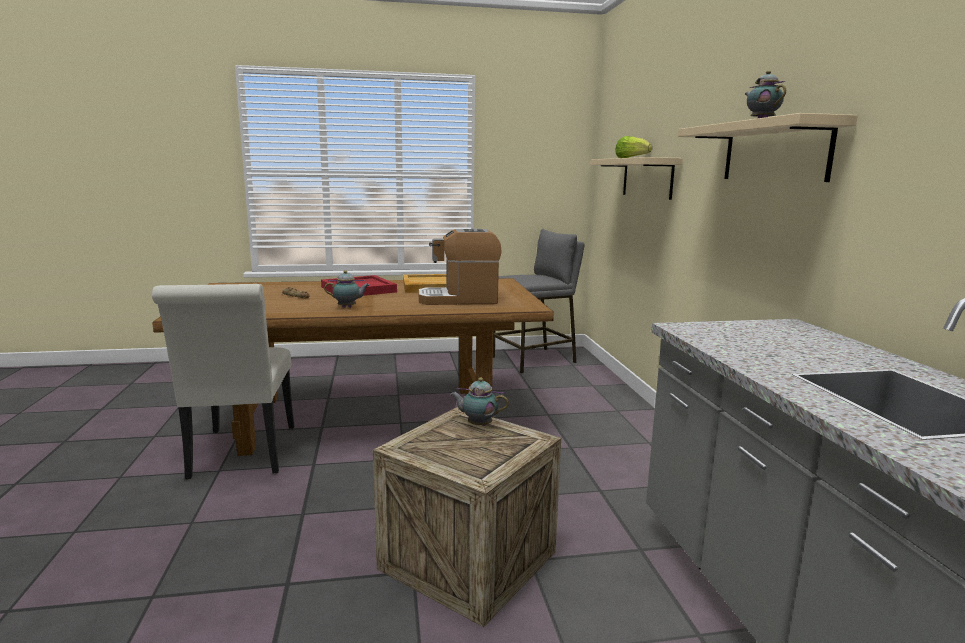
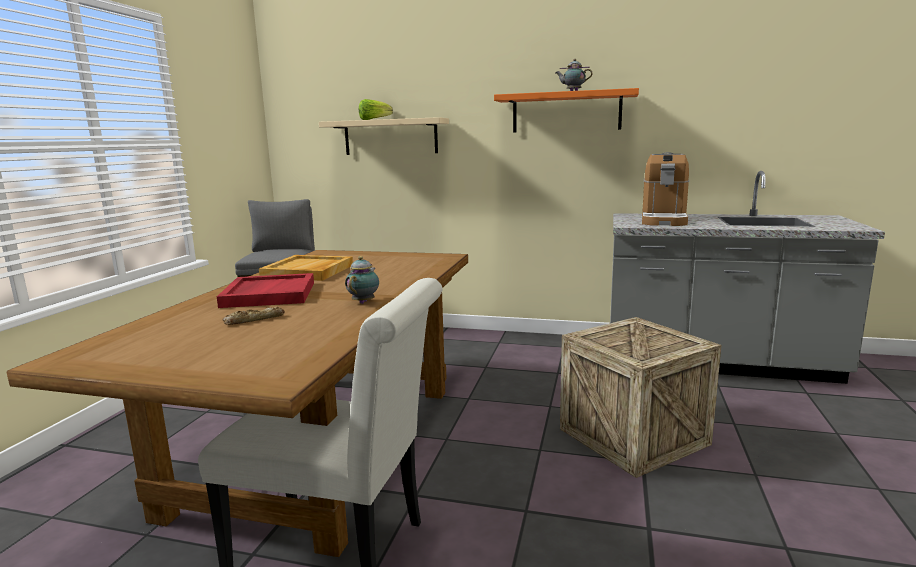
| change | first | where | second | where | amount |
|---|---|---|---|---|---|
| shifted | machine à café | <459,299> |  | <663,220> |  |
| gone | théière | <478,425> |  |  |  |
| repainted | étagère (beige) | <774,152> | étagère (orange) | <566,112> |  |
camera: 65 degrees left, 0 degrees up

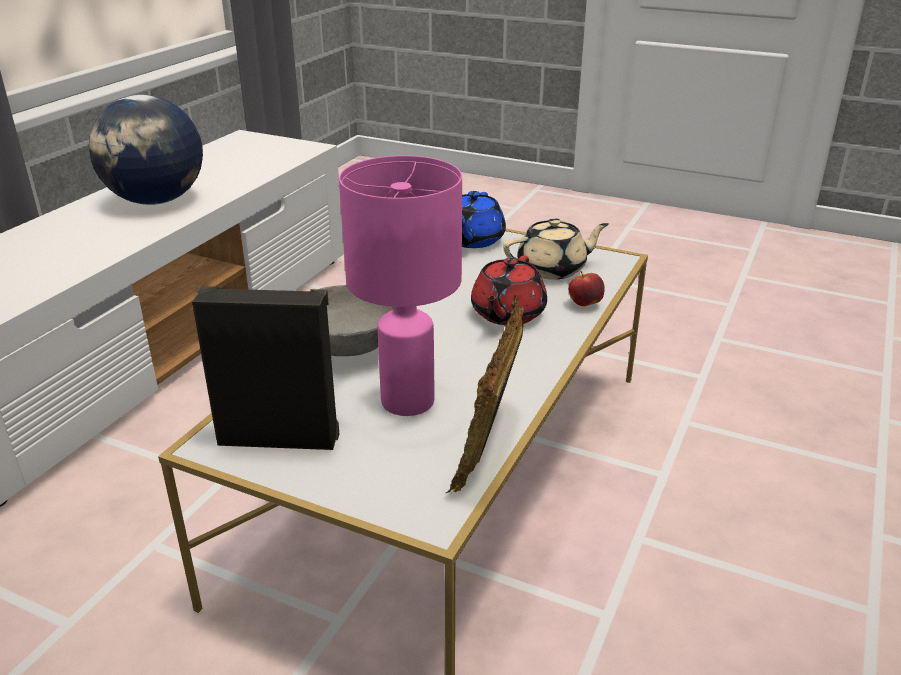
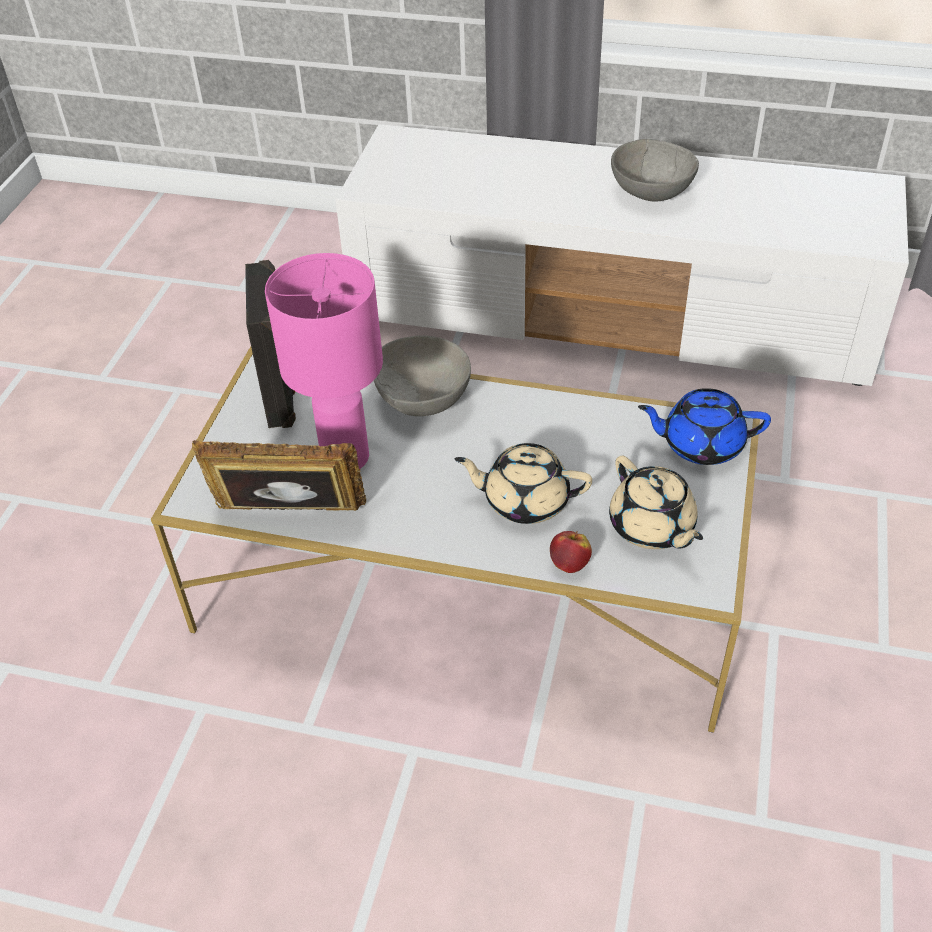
| change | first | where | second | where | amount |
|---|---|---|---|---|---|
| swapped | globe | <155,201> | bol (gris) | <650,192> |  |
| repainted | théière (rouge) | <507,314> | théière (beige) | <524,500> |  |
camera: 80 degrees right, 15 degrees up

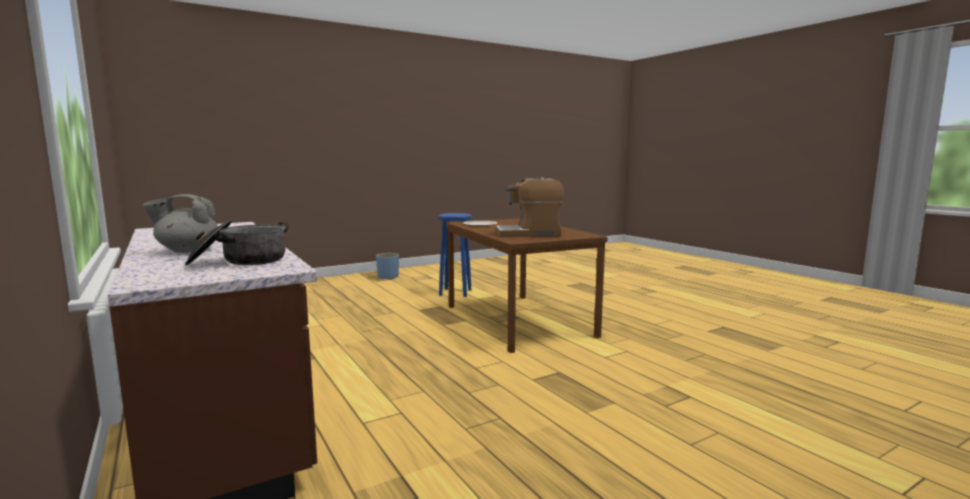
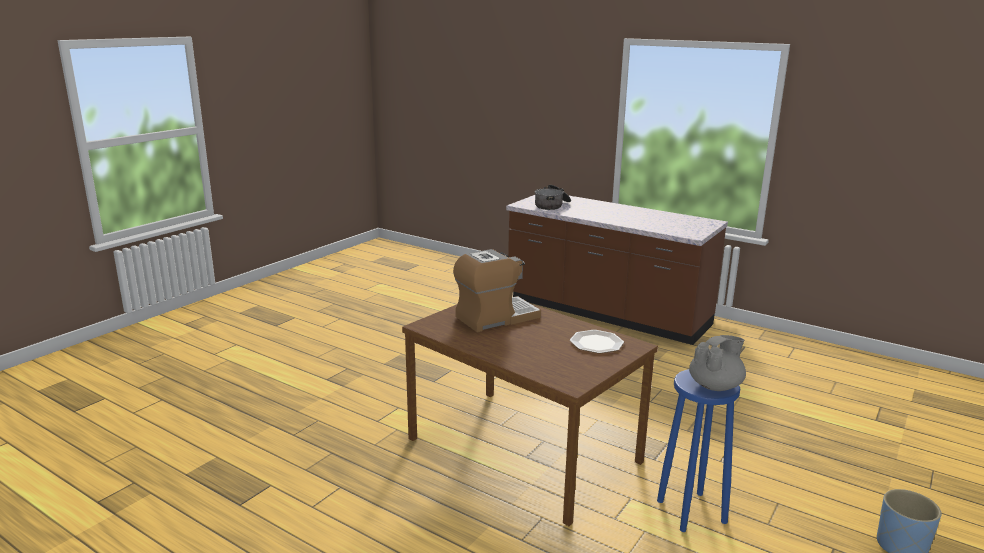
| change | first | where | second | where | amount |
|---|---|---|---|---|---|
| shifted | théière (gris) | <187,251> |  | <715,386> |  |
camera: 155 degrees right, 10 degrees up

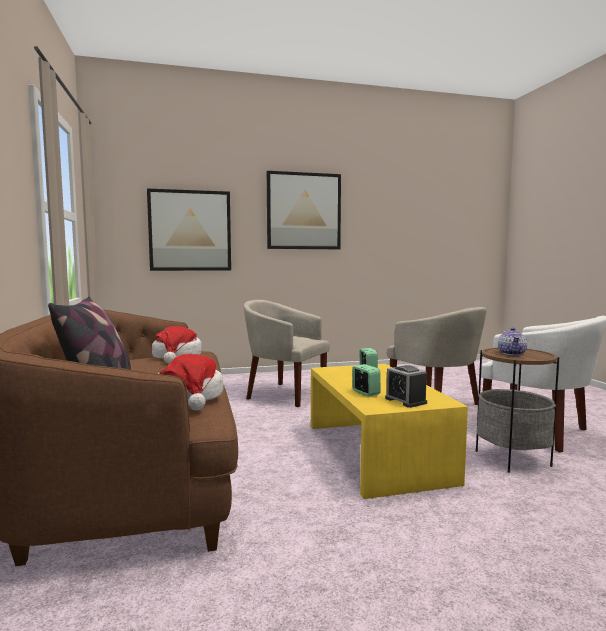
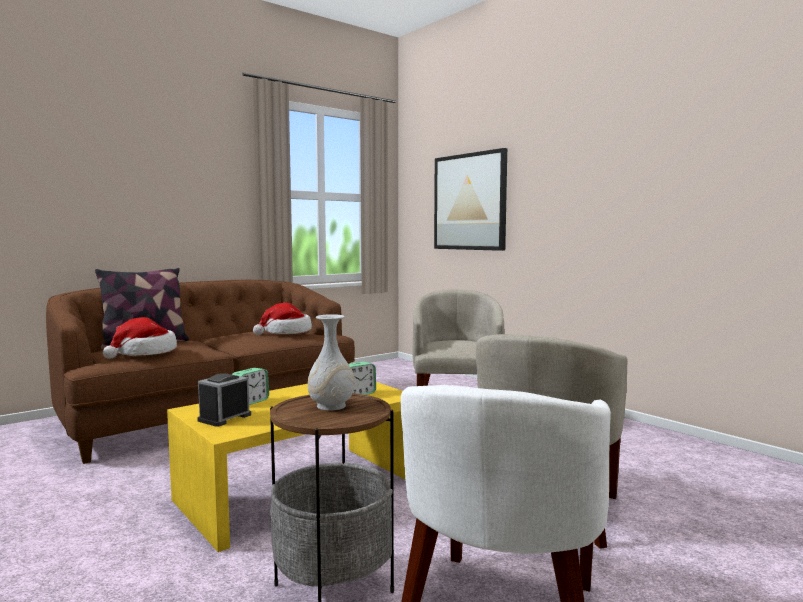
| change | first | where | second | where | amount |
|---|---|---|---|---|---|
| gone | tableau | <303,211> |  |  |  |
| swapped | théière | <512,353> | vase (blanc) | <331,406> |  |
camera: 65 degrees right, 0 degrees up

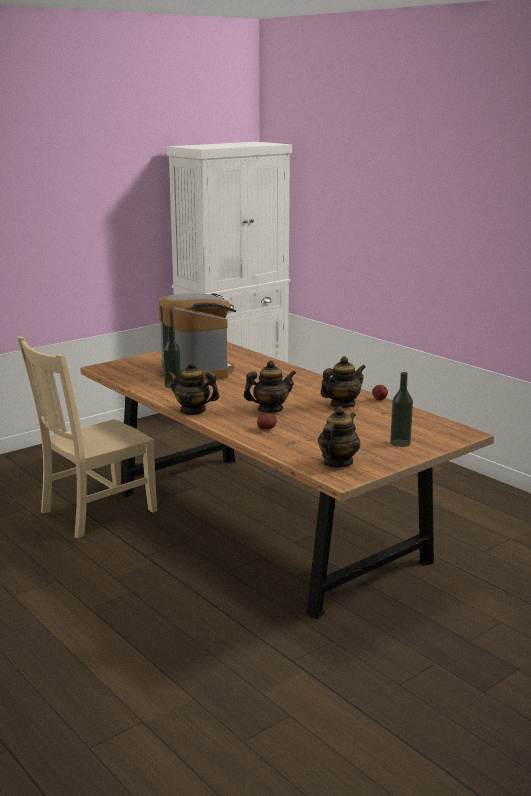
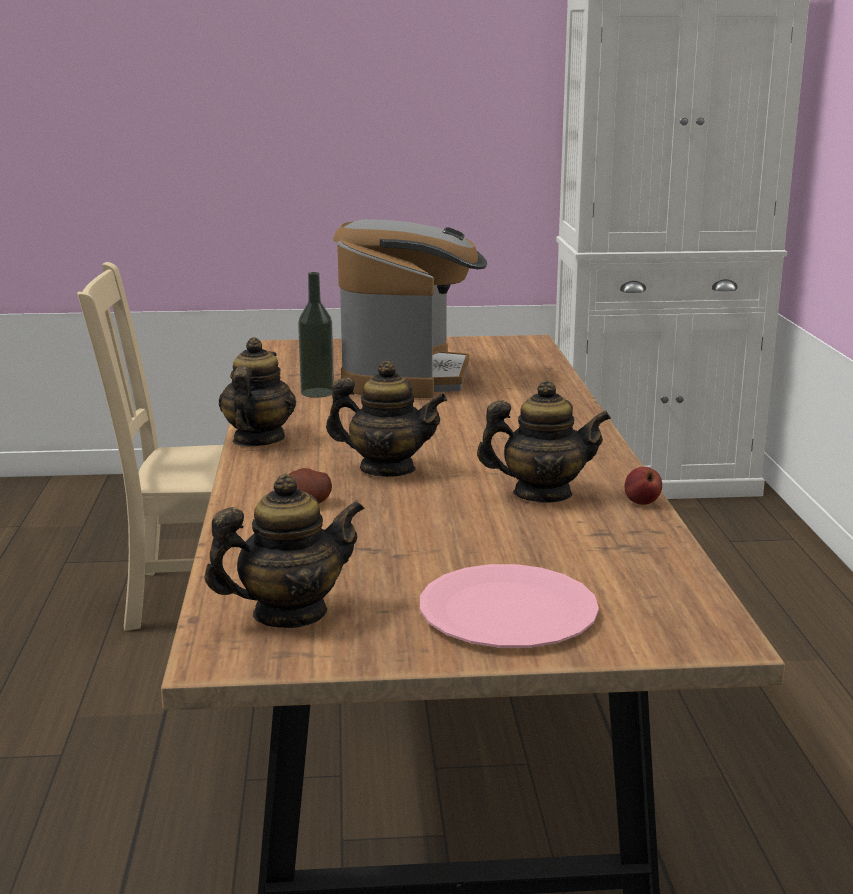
| change | first | where | second | where | amount |
|---|---|---|---|---|---|
| rotated | théière | <193,410> |  | <258,440> | 45 degrees clockwise |
| swapped | bouteille | <400,443> | assiette (rose) | <507,611> |  |
camera: 35 degrees right, 0 degrees up

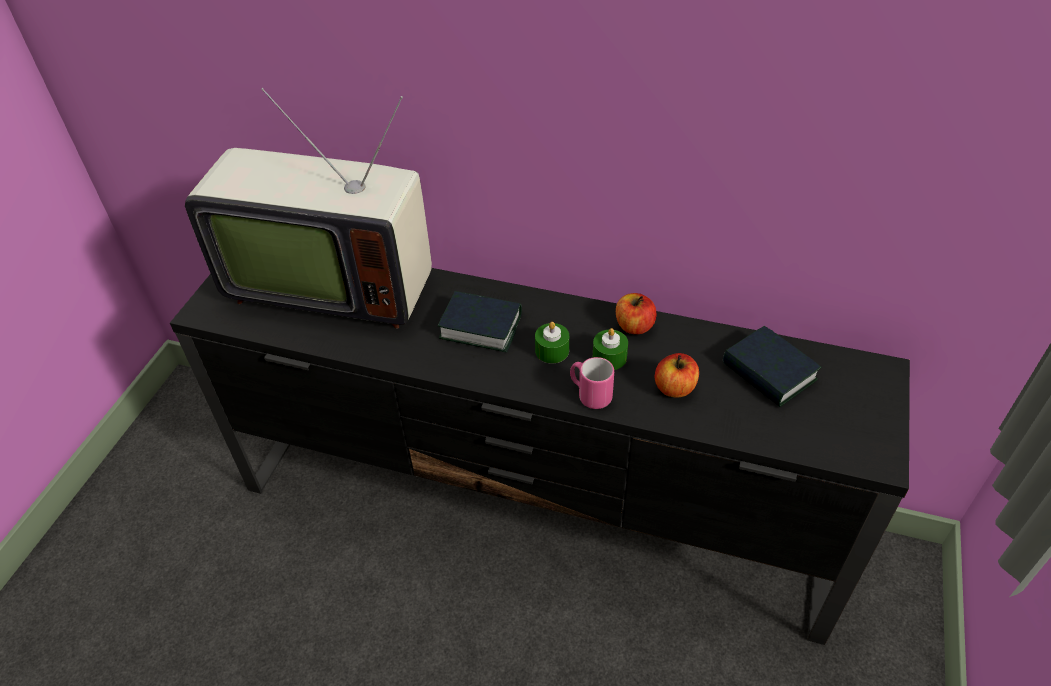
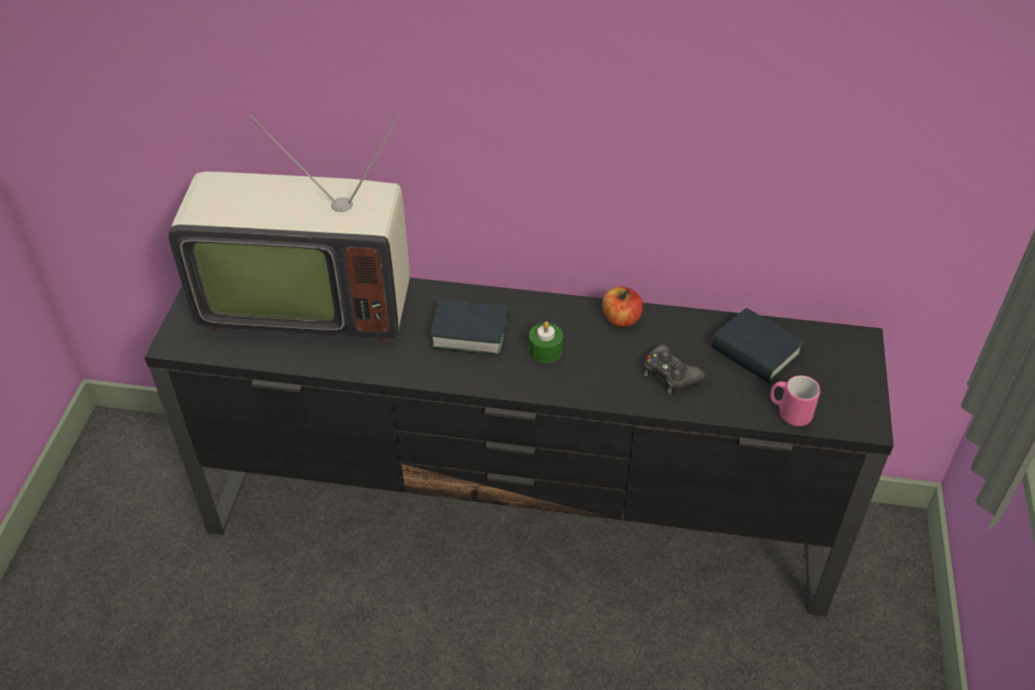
| change | first | where | second | where | amount |
|---|---|---|---|---|---|
| shifted | mug (rose) | <590,395> |  | <789,413> |  |
| gone | bougie (vert) | <609,357> |  |  |  |
| swapped | pomme | <675,388> | manette (noir) | <670,375> |  |
camera: 10 degrees left, 0 degrees up

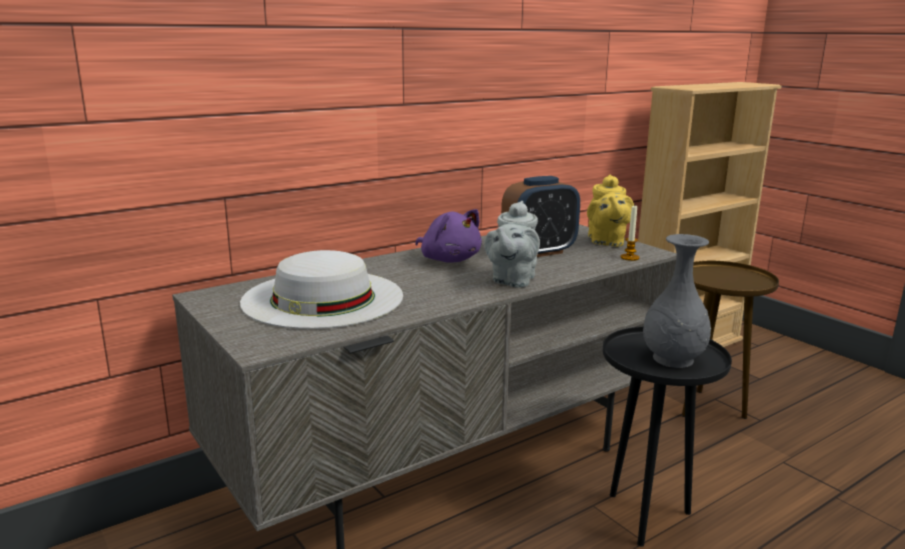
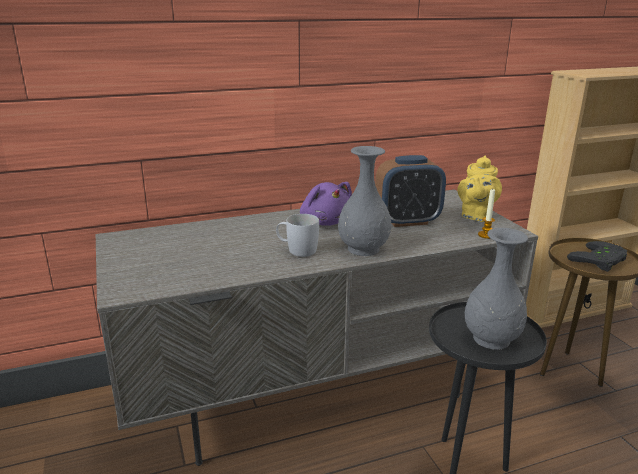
| change | first | where | second | where | amount |
|---|---|---|---|---|---|
| gone | chapeau (blanc) | <323,298> |  |  |  |
| swapped | théière (gris) | <512,280> | vase (gris) | <363,249> |  |
| new |  |  | mug (blanc) | <297,250> |  |
| new |  |  | manette (noir) | <601,261> |  |
camera: 15 degrees right, 5 degrees up

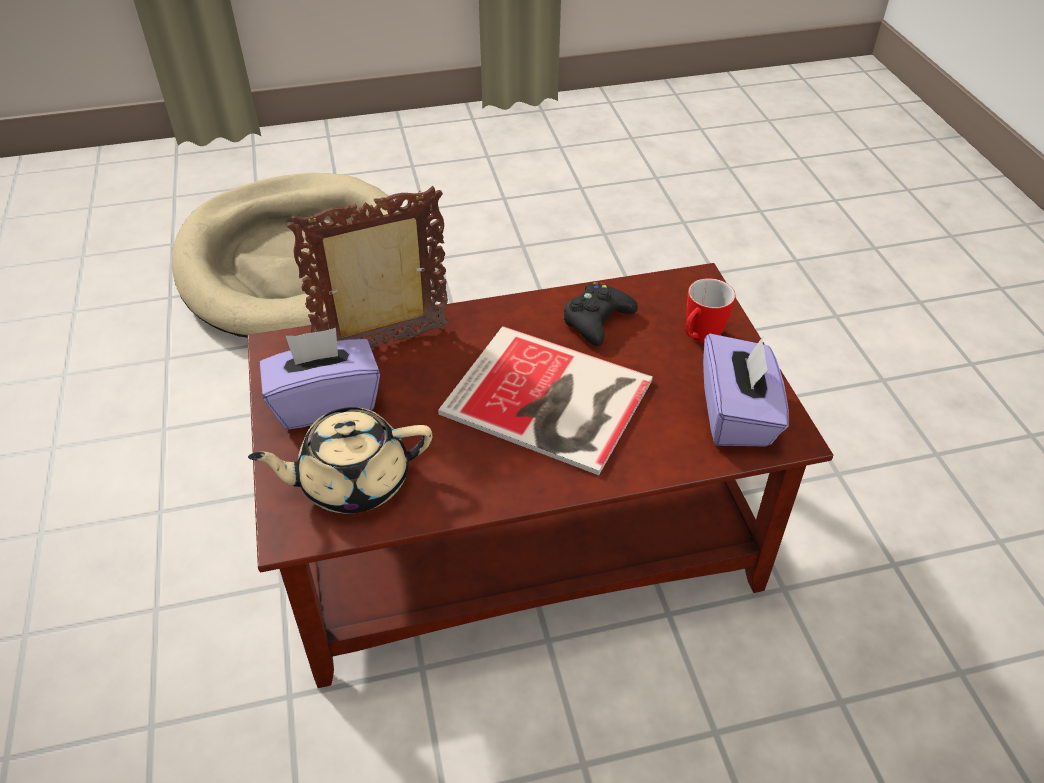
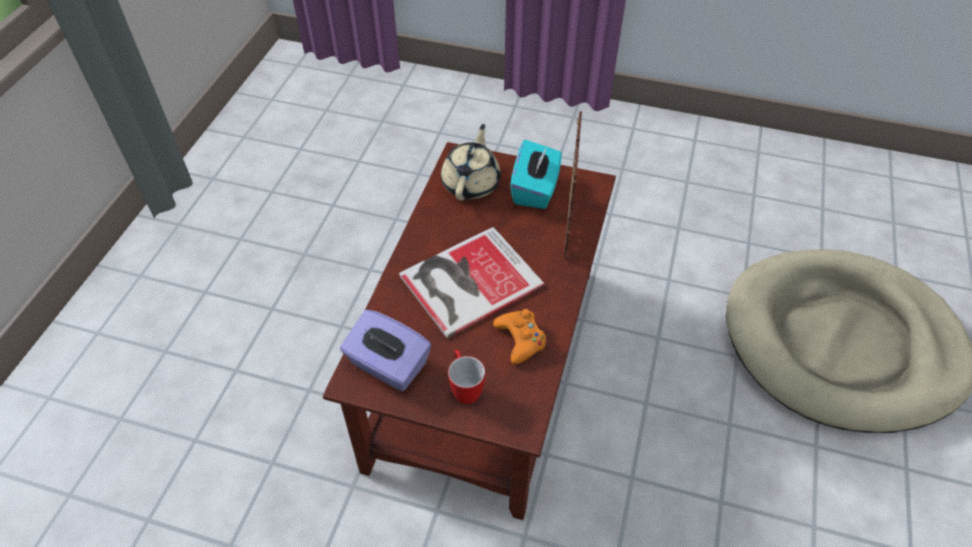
| change | first | where | second | where | amount |
|---|---|---|---|---|---|
| repainted | boîte à mouchoirs (violet) | <326,402> | boîte à mouchoirs (turquoise) | <535,189> |  |
| repainted | manette (noir) | <596,320> | manette (orange) | <521,339> |  |
camera: 120 degrees right, 5 degrees up

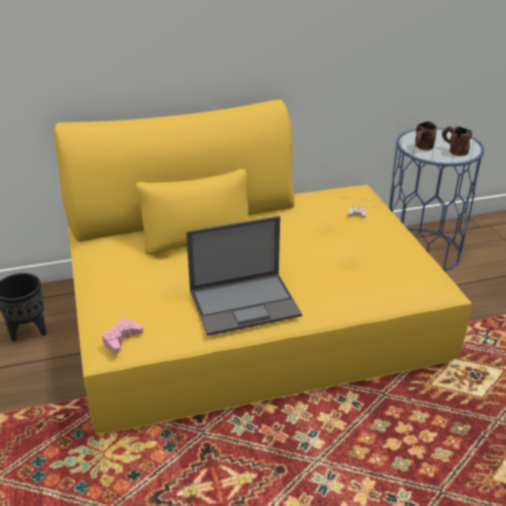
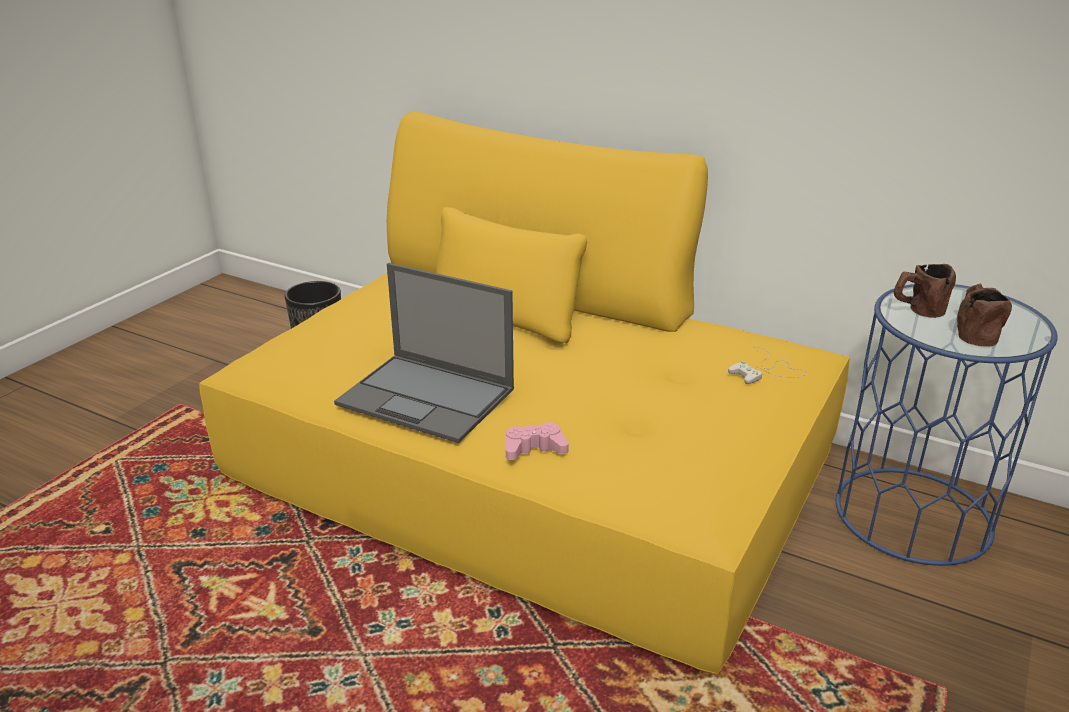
| change | first | where | second | where | amount |
|---|---|---|---|---|---|
| shifted | manette (rose) | <122,339> |  | <534,448> |  |
camera: 45 degrees right, 5 degrees down

